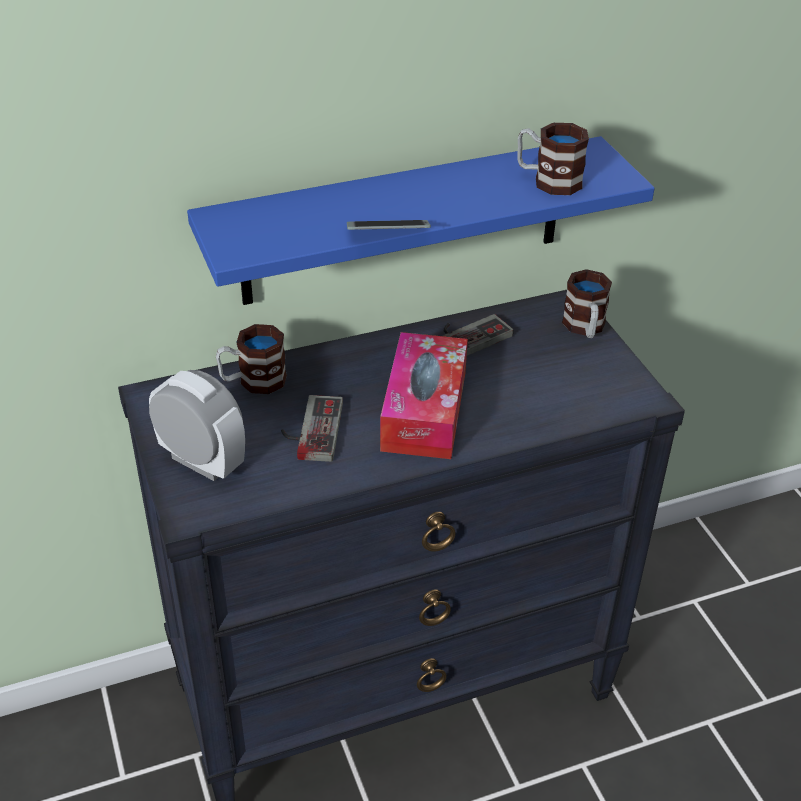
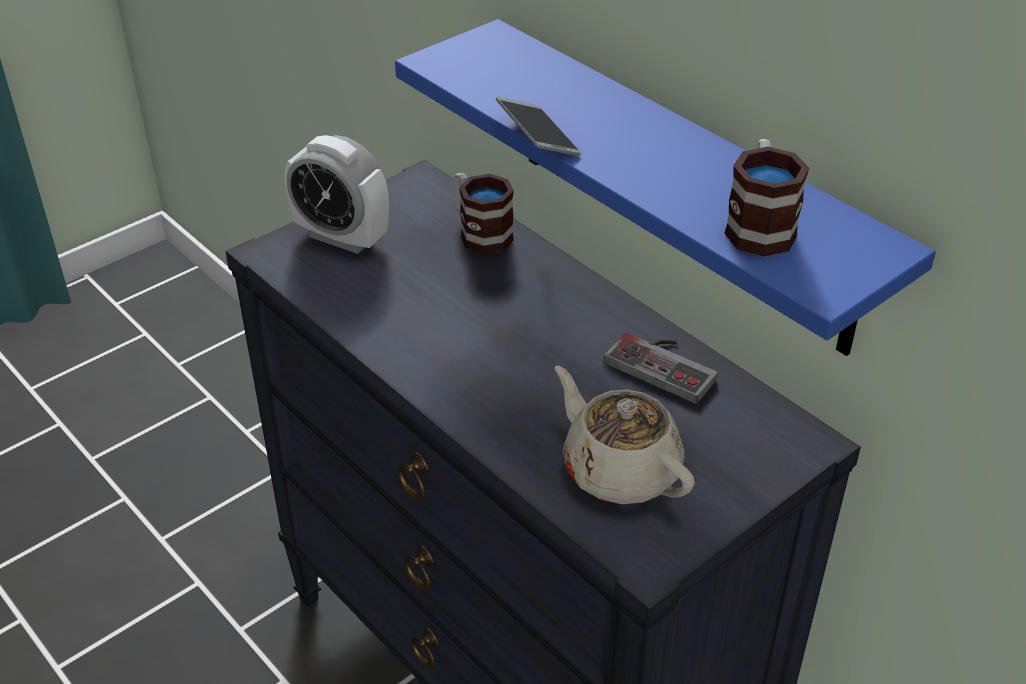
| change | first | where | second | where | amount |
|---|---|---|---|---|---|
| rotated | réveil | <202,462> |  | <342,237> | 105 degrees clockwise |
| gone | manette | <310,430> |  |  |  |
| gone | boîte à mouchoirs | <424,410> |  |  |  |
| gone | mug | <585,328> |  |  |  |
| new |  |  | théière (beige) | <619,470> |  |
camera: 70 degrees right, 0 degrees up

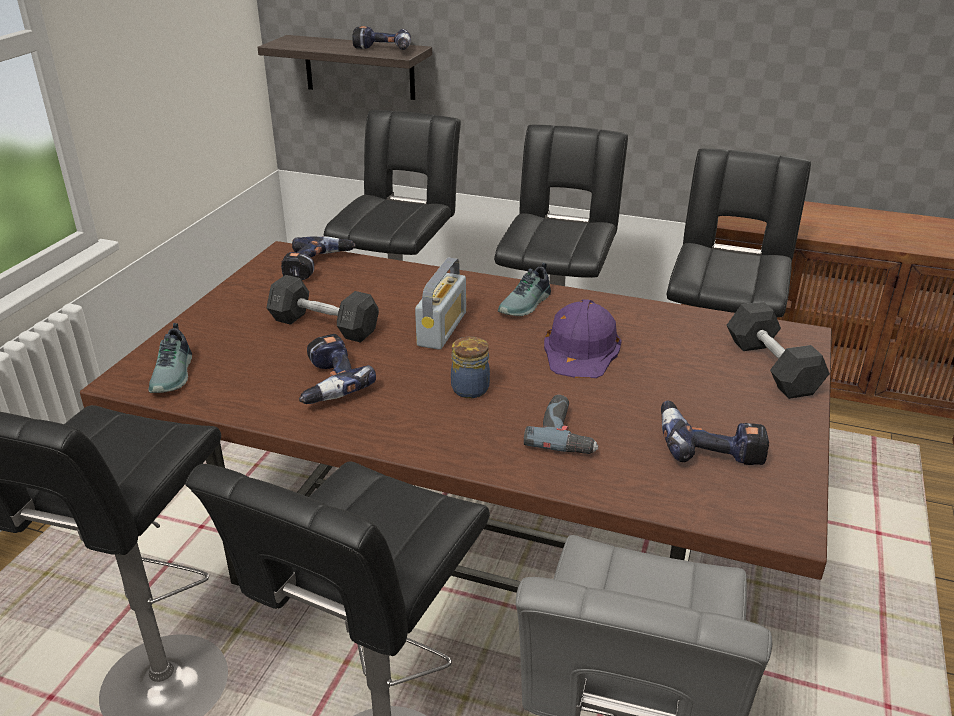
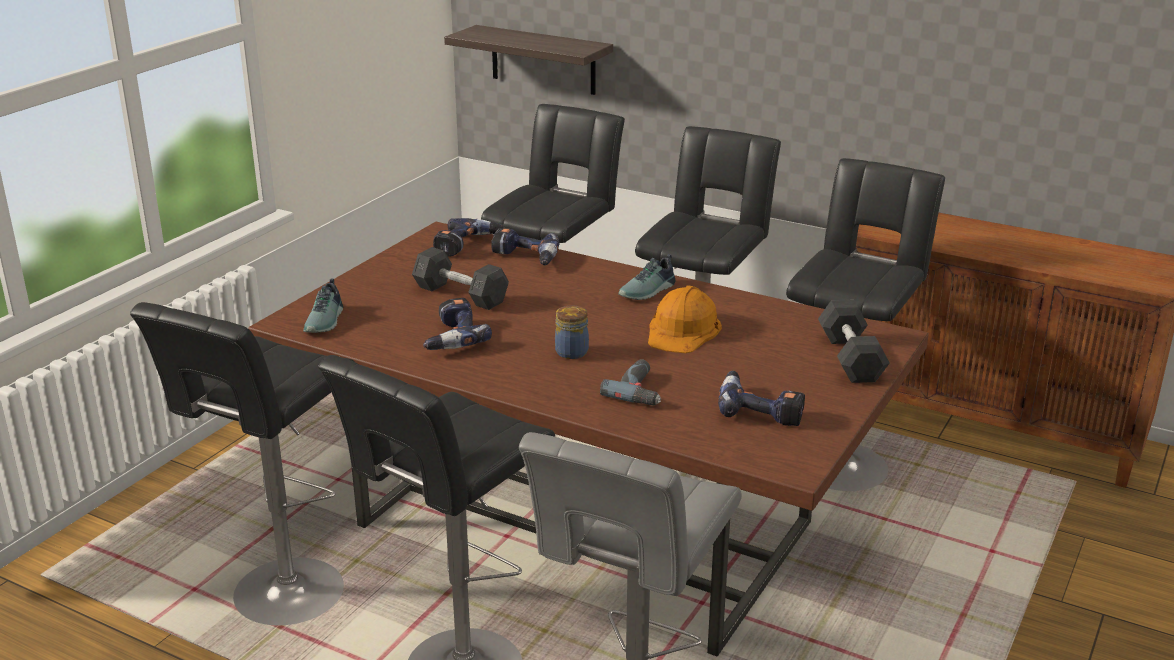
| change | first | where | second | where | amount |
|---|---|---|---|---|---|
| shifted | perceuse | <382,50> |  | <524,258> |  |
| gone | radio | <442,329> |  |  |  |
| repainted | casque de chantier (violet) | <581,349> | casque de chantier (orange) | <683,330> |  |
camera: 10 degrees right, 5 degrees down

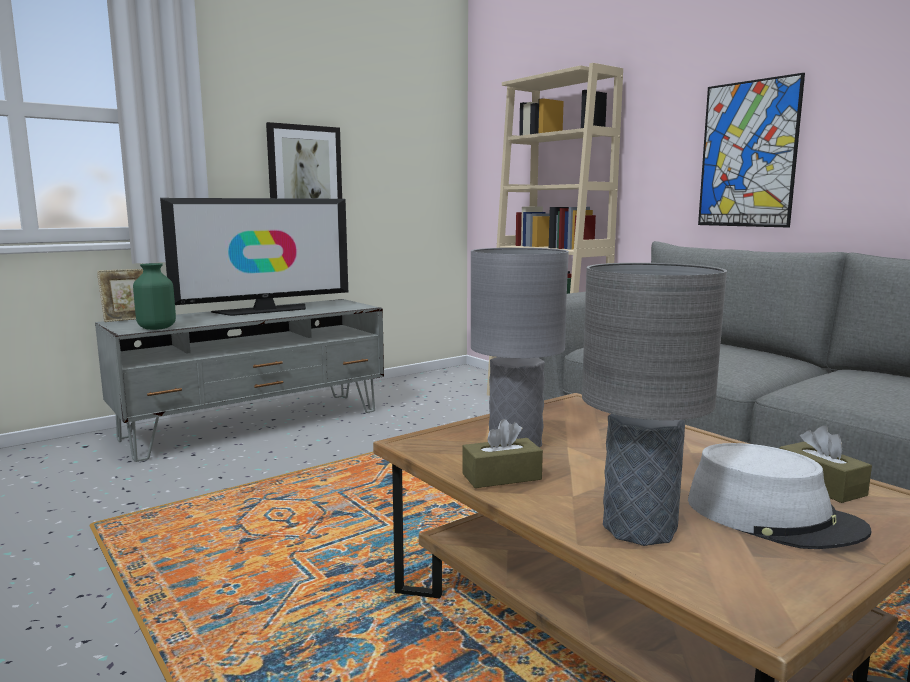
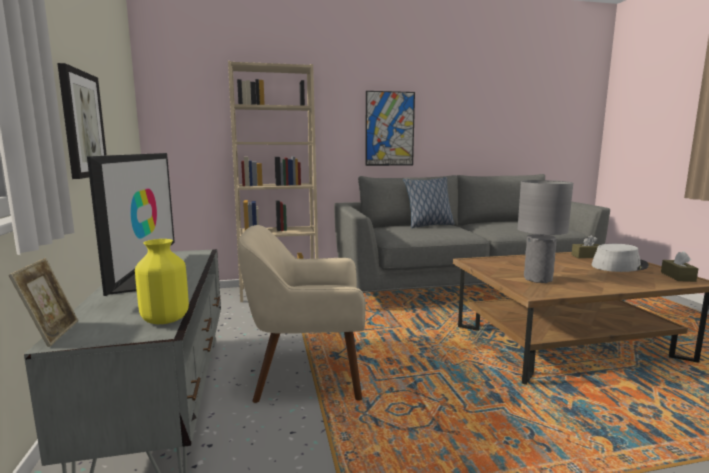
| change | first | where | second | where | amount |
|---|---|---|---|---|---|
| repainted | vase (vert) | <157,328> | vase (jaune) | <166,319> |  |
| shifted | boîte à mouchoirs (marron) | <501,476> |  | <677,277> |  |
| gone | lampe de table (gris) | <638,529> |  |  |  |
| new |  |  | fauteuil (beige) | <306,375> |  |
| new |  |  | coussin | <428,225> |  |
camera: 65 degrees left, 0 degrees up

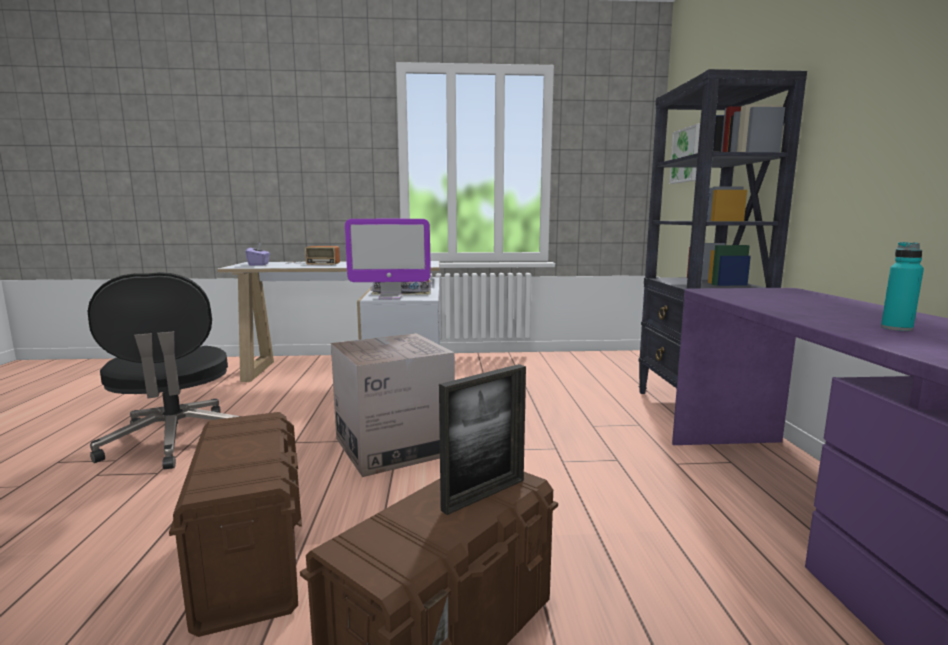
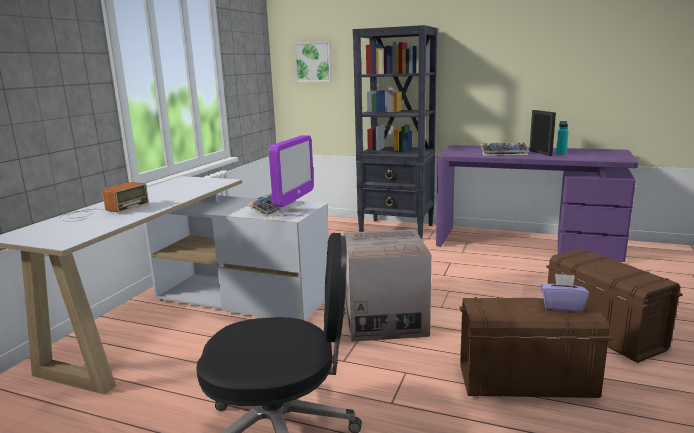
| change | first | where | second | where | amount |
|---|---|---|---|---|---|
| shifted | boîte à mouchoirs (violet) | <259,264> |  | <562,306> |  |
| shifted | cadre photo | <484,494> |  | <540,153> |  |
| new |  |  | clavier | <504,153> |  |
camera: 65 degrees left, 5 degrees up

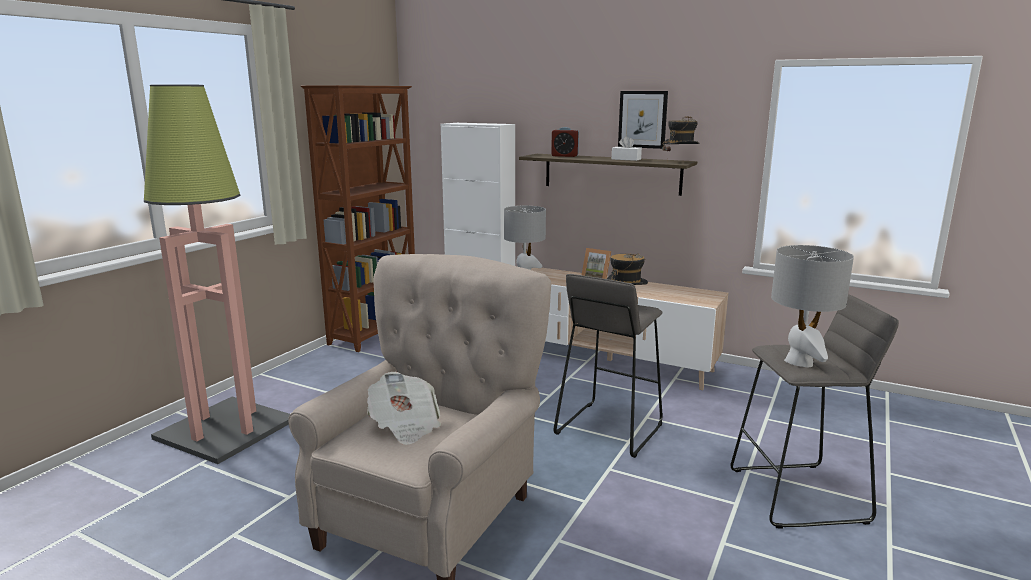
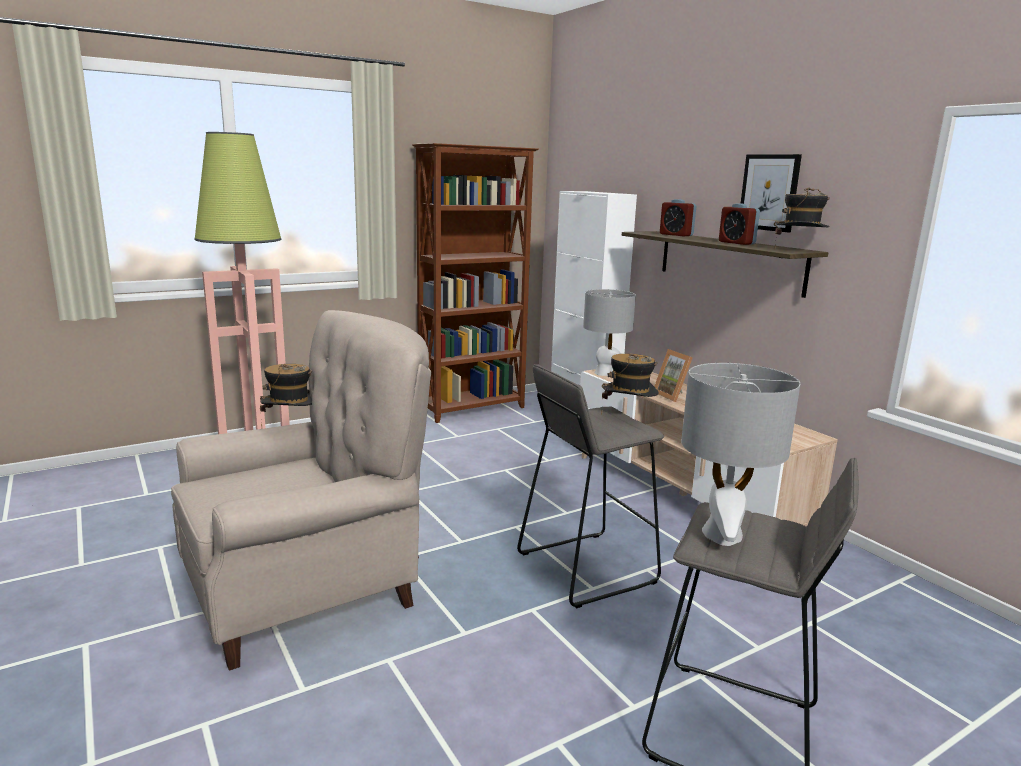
| change | first | where | second | where | amount |
|---|---|---|---|---|---|
| gone | journal | <405,425> |  |  |  |
| swapped | boîte à mouchoirs (blanc) | <626,159> | réveil | <736,243> |  |
| new |  |  | chapeau | <290,426> |  |
camera: 30 degrees right, 0 degrees up

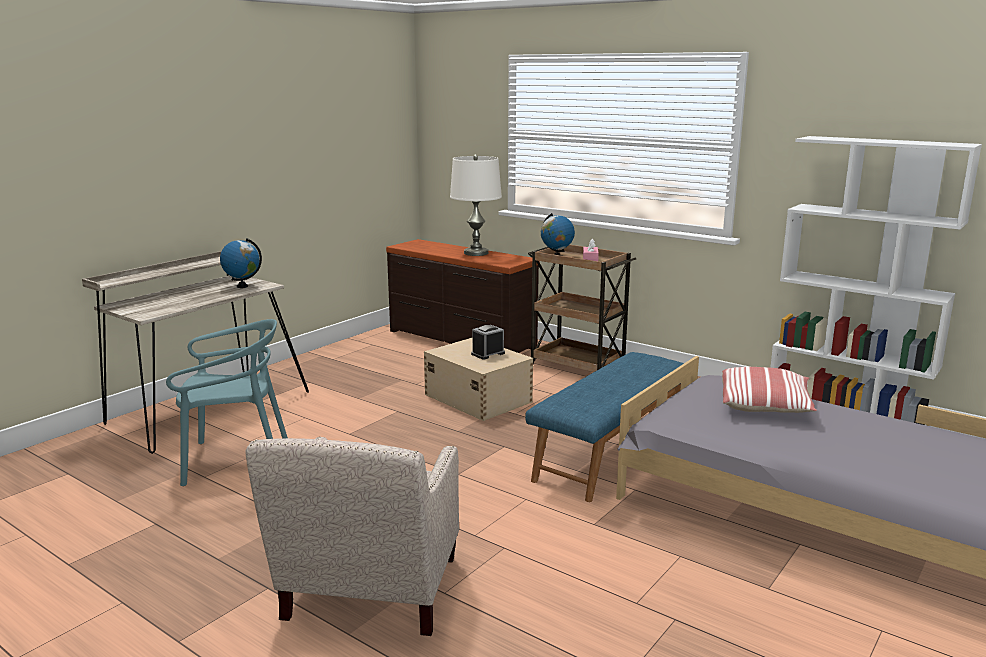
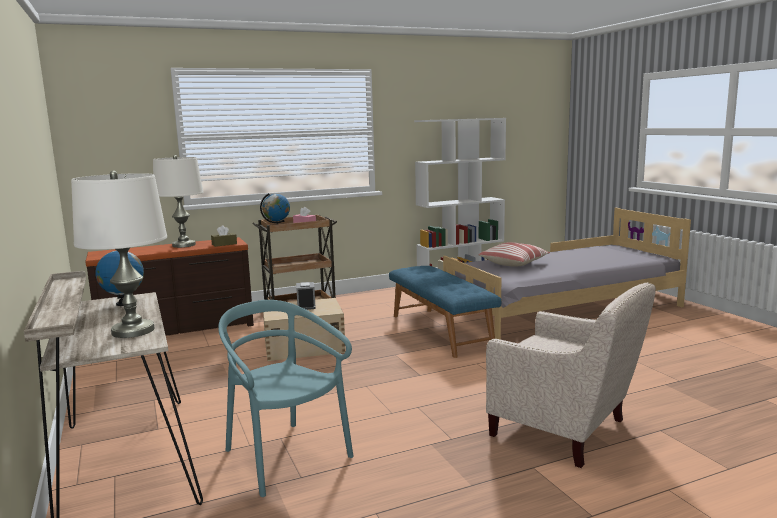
| change | first | where | second | where | amount |
|---|---|---|---|---|---|
| rotated | chaise (turquoise) | <236,460> |  | <285,456> | 60 degrees counterclockwise |
| new |  |  | lampe de table (blanc) | <132,331> |  |
| new |  |  | boîte à mouchoirs (marron) | <224,244> |  |
camera: 60 degrees left, 5 degrees down

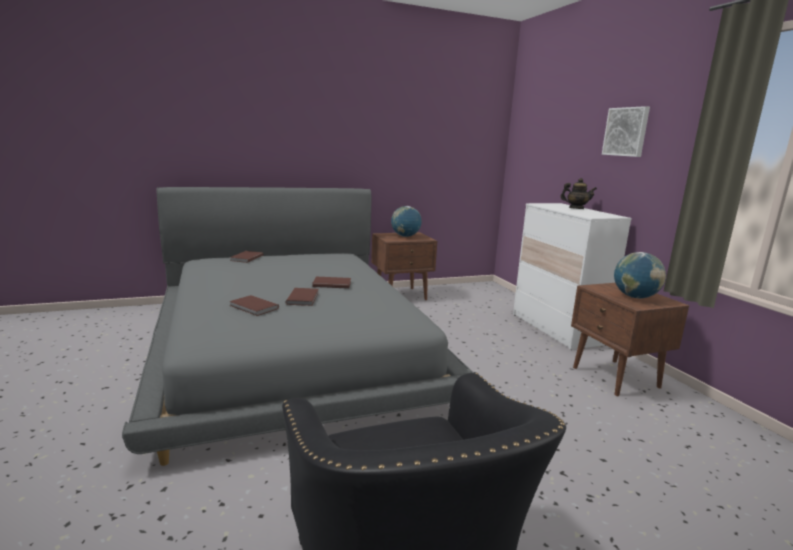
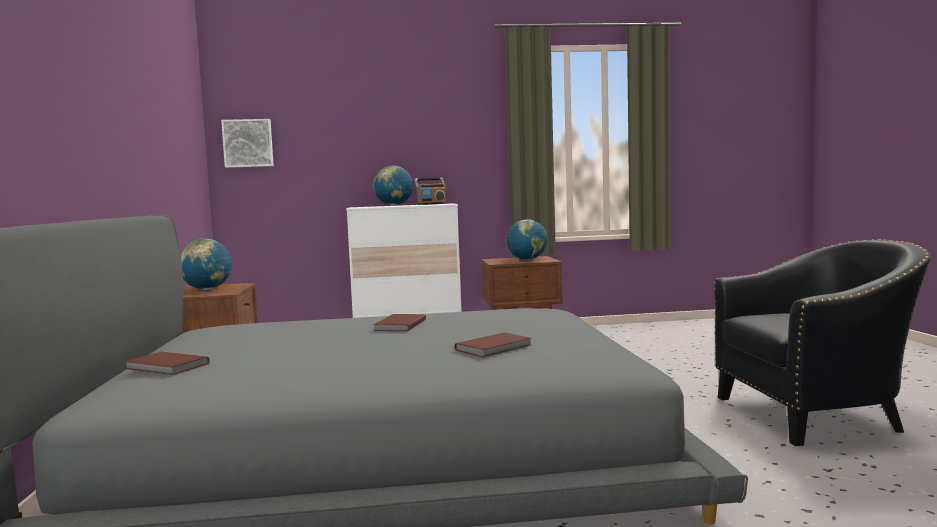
| change | first | where | second | where | amount |
|---|---|---|---|---|---|
| gone | livre (marron) | <304,298> |  |  |  |
| swapped | théière | <576,208> | globe | <394,205> |  |
| shifted | tableau | <626,132> |  | <248,143> |  |
| new |  |  | radio | <431,204> |  |
camera: 75 degrees left, 10 degrees down

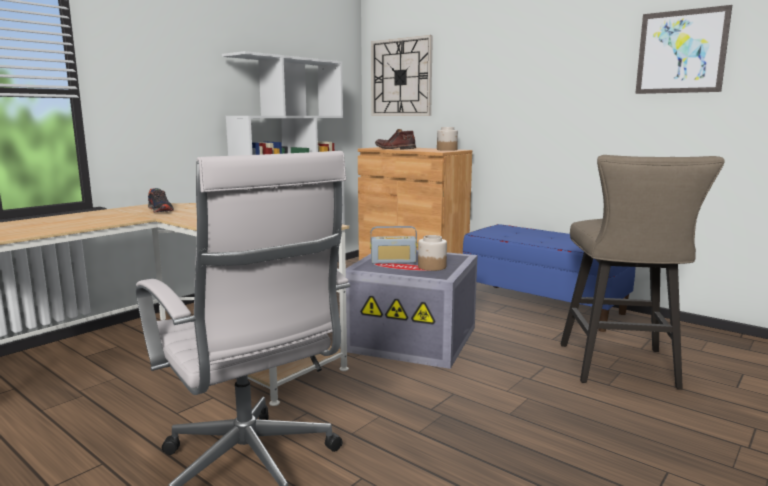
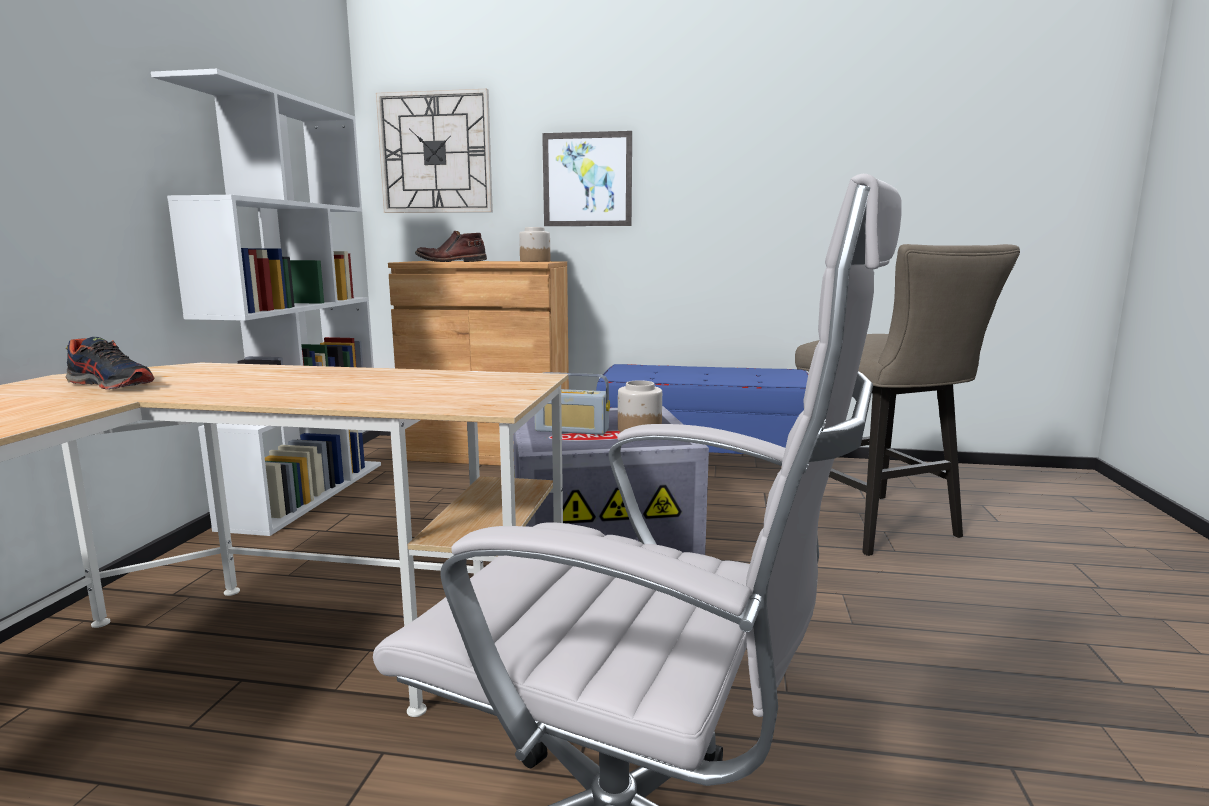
| change | first | where | second | where | amount |
|---|---|---|---|---|---|
| rotated | radio | <393,261> |  | <572,430> | 45 degrees clockwise |
| shifted | tableau | <681,52> |  | <587,179> |  |
camera: 30 degrees left, 0 degrees up

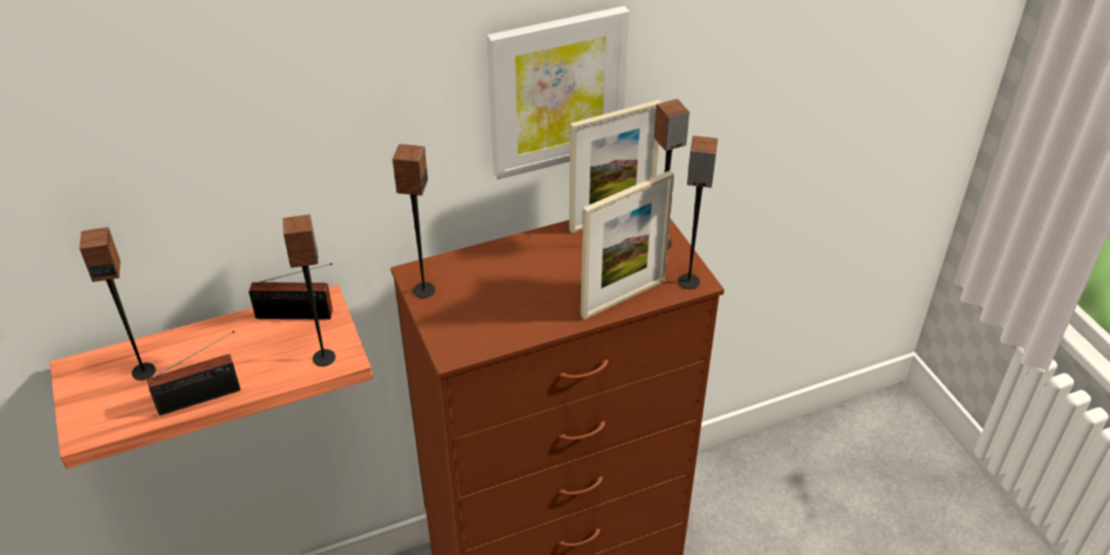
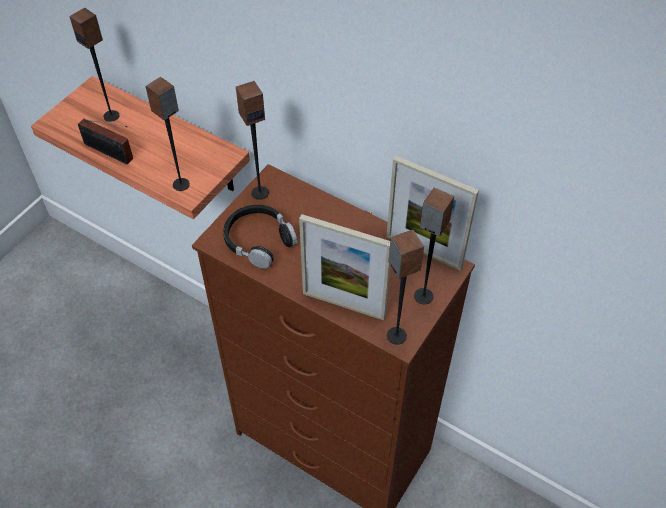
| change | first | where | second | where | amount |
|---|---|---|---|---|---|
| gone | radio | <298,315> |  |  |  |
| gone | tableau | <556,92> |  |  |  |
| new |  |  | casque audio (noir) | <259,240> |  |
camera: 55 degrees right, 10 degrees up

